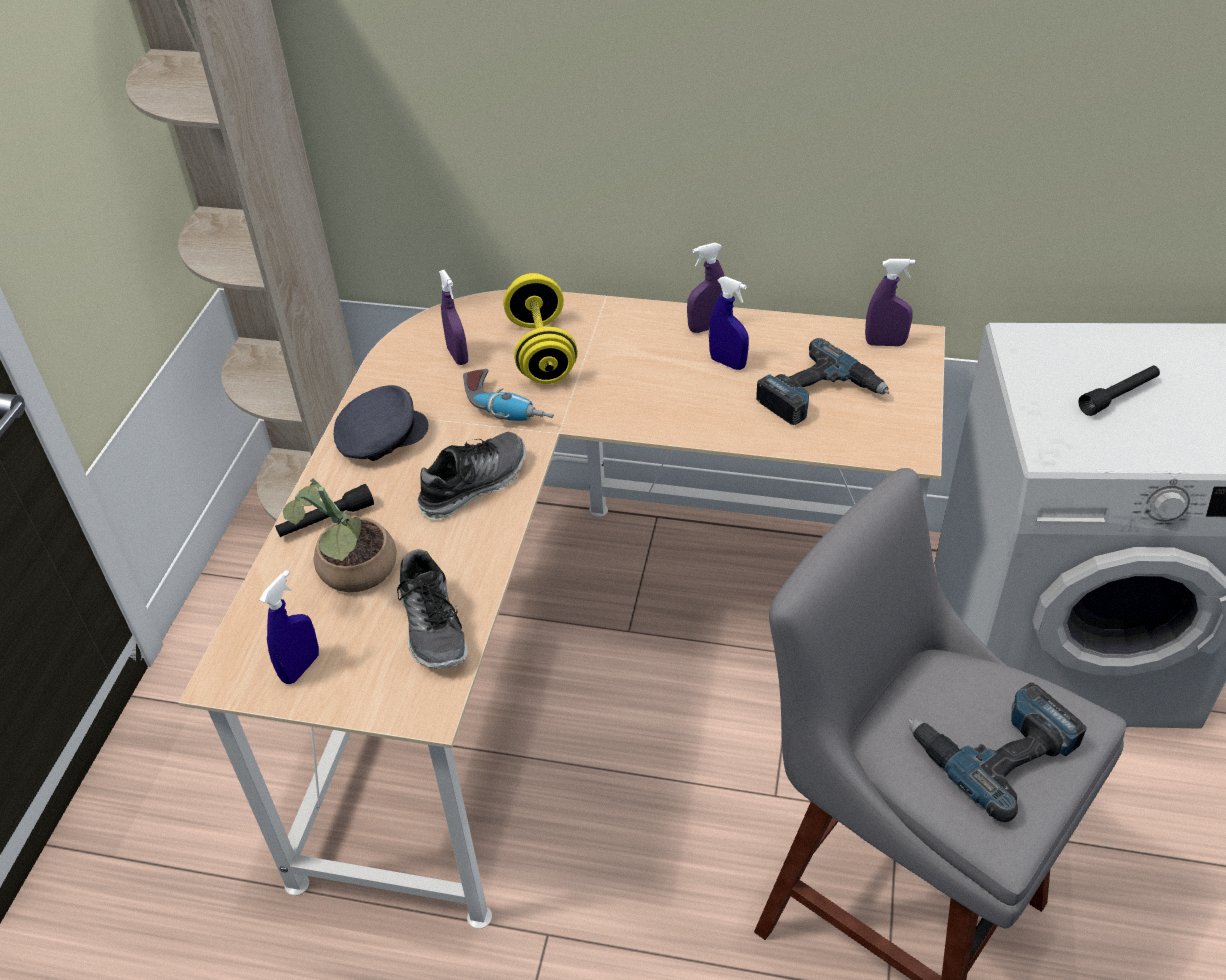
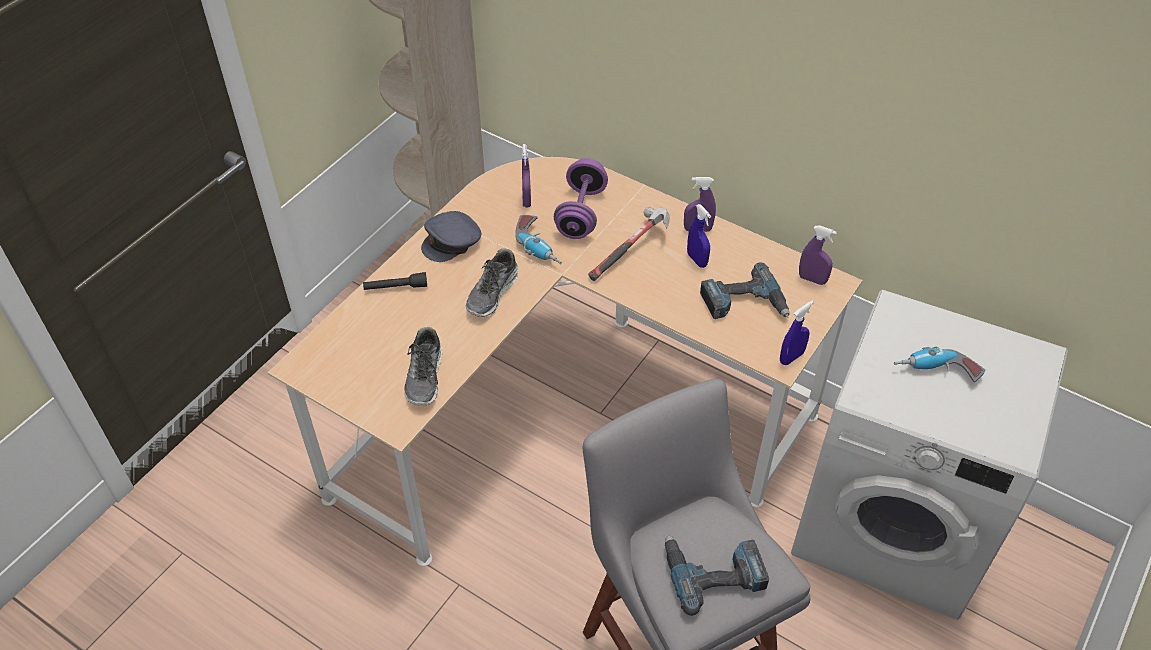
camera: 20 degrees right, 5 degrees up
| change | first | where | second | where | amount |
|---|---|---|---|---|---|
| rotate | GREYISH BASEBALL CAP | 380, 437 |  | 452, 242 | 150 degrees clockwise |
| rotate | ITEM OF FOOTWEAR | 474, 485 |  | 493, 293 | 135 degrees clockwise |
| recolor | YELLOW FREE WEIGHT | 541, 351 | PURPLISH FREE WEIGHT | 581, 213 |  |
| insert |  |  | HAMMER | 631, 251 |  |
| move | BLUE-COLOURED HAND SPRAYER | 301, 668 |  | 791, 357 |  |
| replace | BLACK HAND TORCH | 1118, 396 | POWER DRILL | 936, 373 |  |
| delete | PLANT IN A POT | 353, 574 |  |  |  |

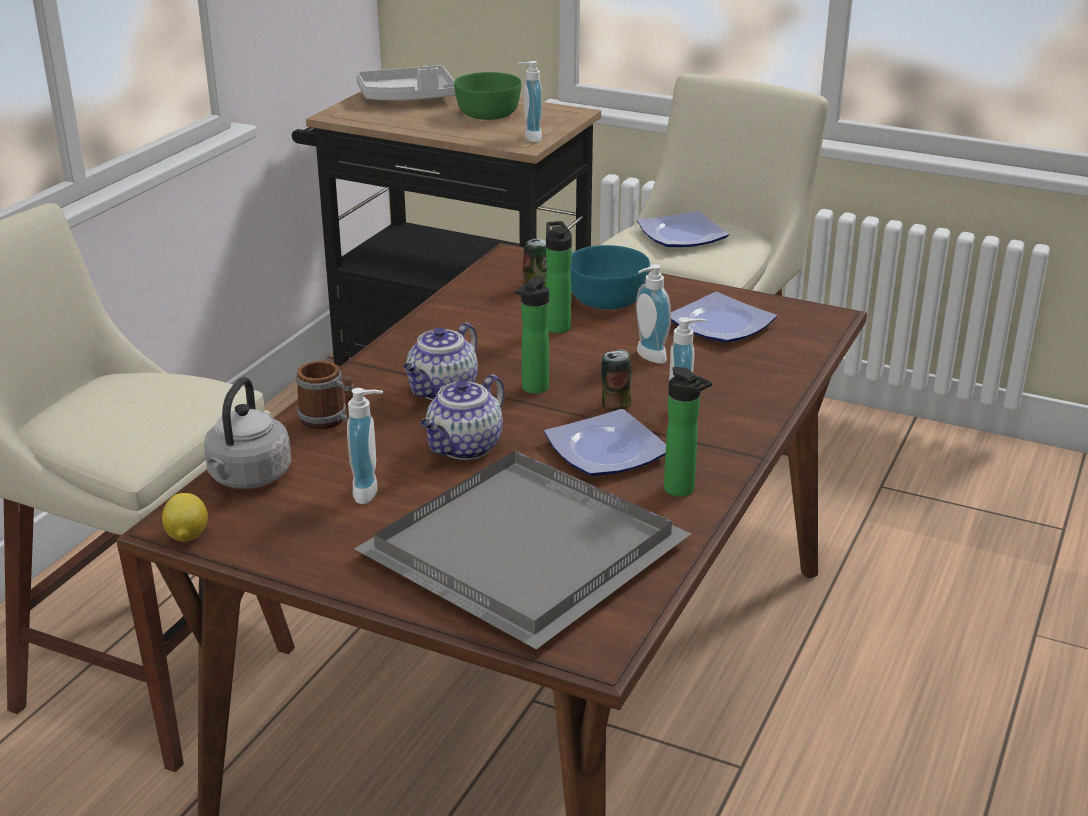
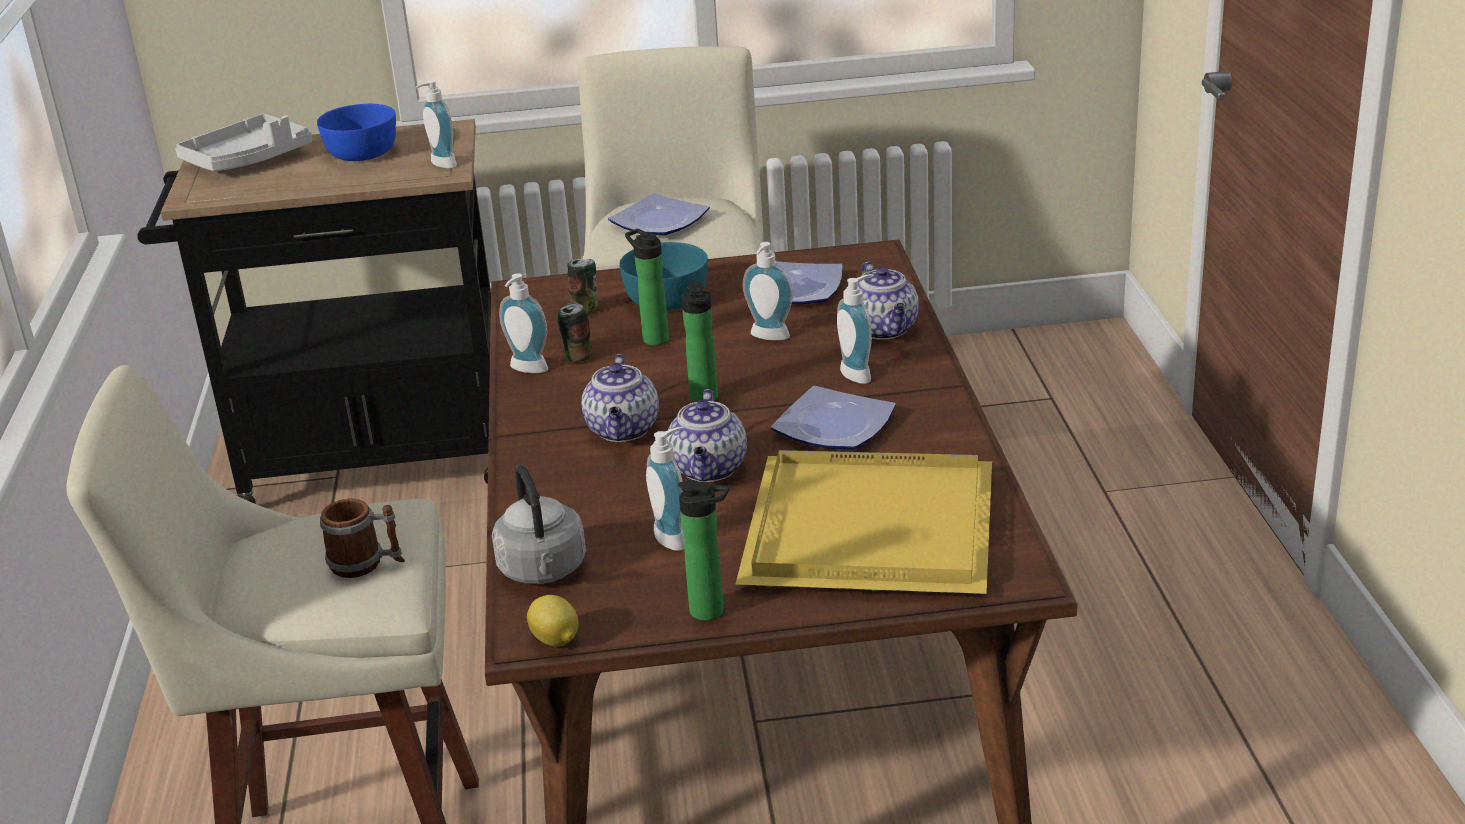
camera: 30 degrees left, 0 degrees up
| change | first | where | second | where | amount |
|---|---|---|---|---|---|
| recolor | GREENISH SERVING BOWL | 487, 114 | BLUE-COLOURED SERVING BOWL | 361, 153 |  |
| move | MUG | 330, 422 |  | 366, 564 |  |
| insert |  |  | LIQUID SOAP BOTTLE | 526, 370 |  |
| move | CAN | 616, 404 |  | 578, 356 |  |
| move | BEVERAGE BOTTLE | 682, 491 |  | 712, 611 |  |
| recolor | GREYISH TRAY | 517, 551 | YELLOW TRAY | 865, 532 |  |
| insert |  |  | TEAPOT | 885, 330 |  |

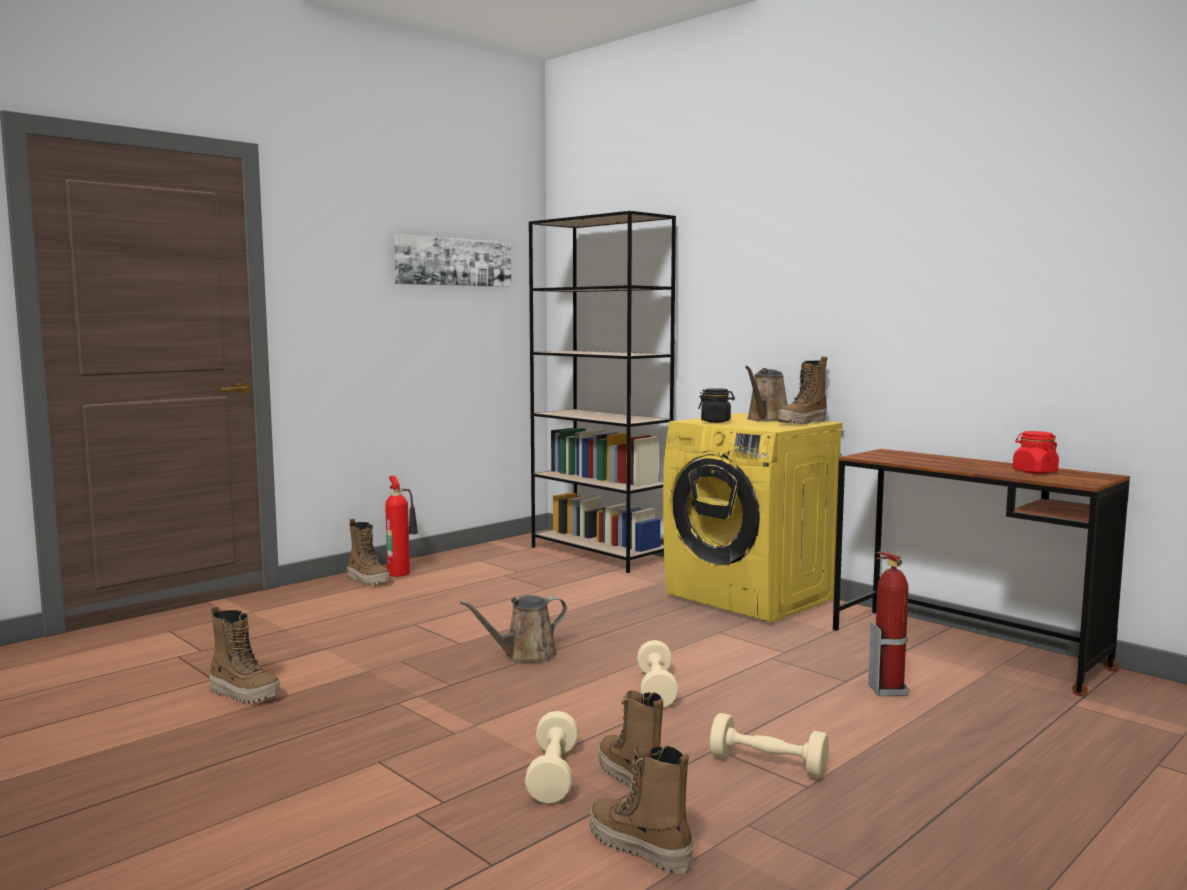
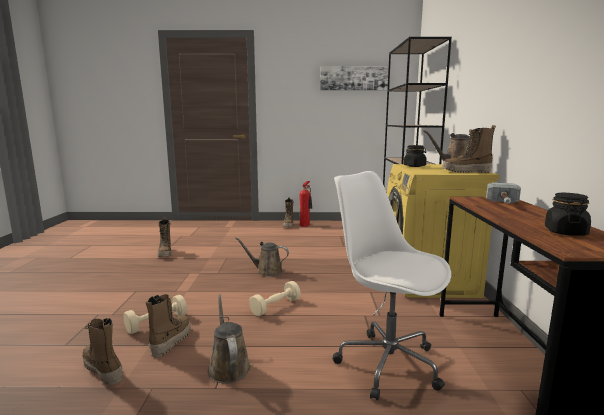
camera: 45 degrees right, 5 degrees up
| change | first | where | second | where | amount |
|---|---|---|---|---|---|
| rotate | TALL BOOT | 639, 848 |  | 103, 370 | 45 degrees counterclockwise |
| replace | SAND-COLOURED FREE WEIGHT | 768, 765 | BROWNISH SPRINKLING CAN | 228, 366 |  |
| replace | FIRE-FIGHTING CYLINDER | 888, 690 | WHITE DESK CHAIR | 386, 363 |  |
| insert |  |  | HAMMER | 503, 204 |  |
| recolor | RED PRESERVE JAR | 1034, 472 | BLACK PRESERVE JAR | 565, 232 |  |

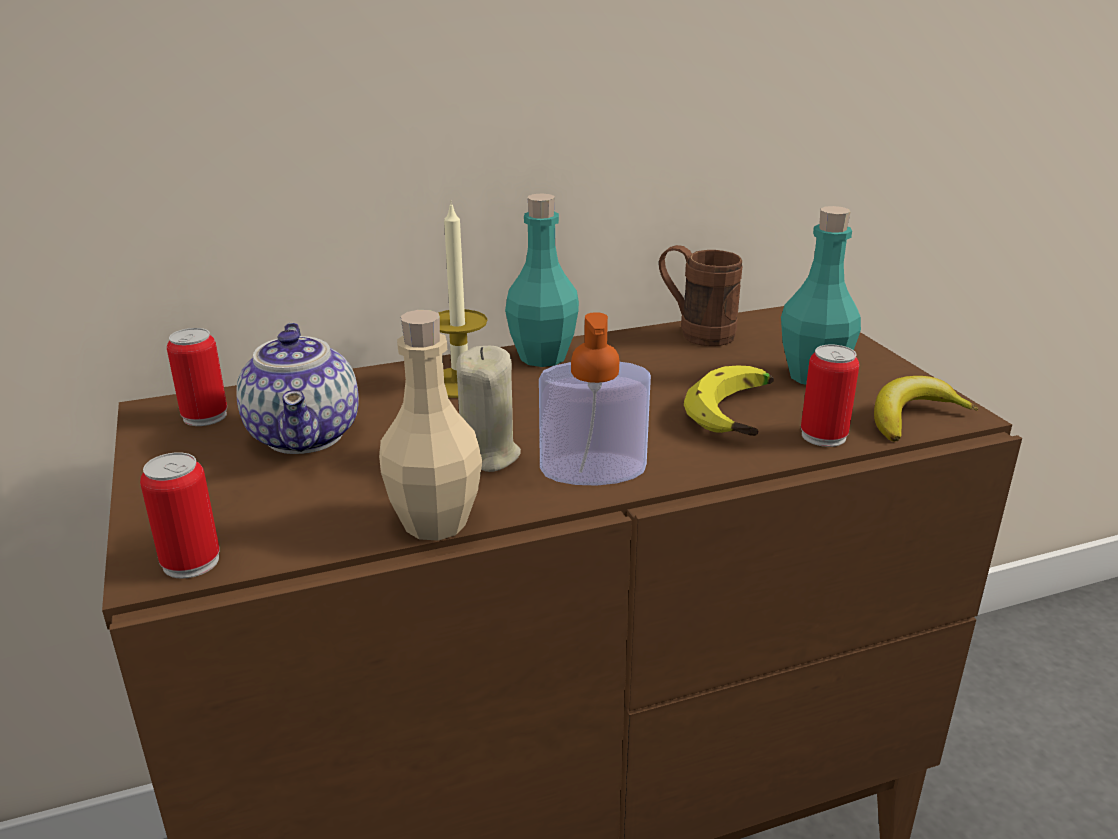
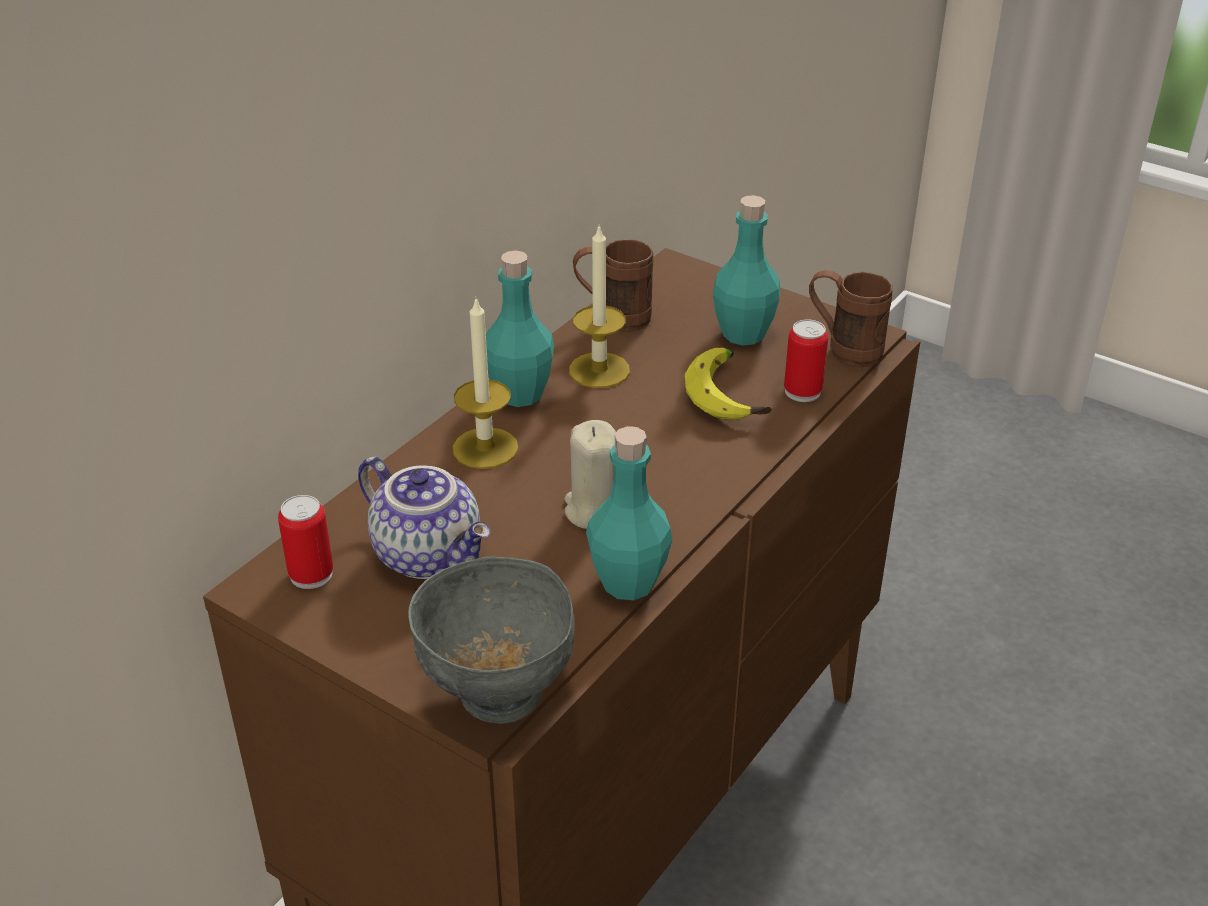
camera: 35 degrees left, 10 degrees up
| change | first | where | second | where | amount |
|---|---|---|---|---|---|
| replace | CAN | 191, 562 | GREYISH SERVING BOWL | 498, 695 |  |
| insert |  |  | CANDLE | 599, 370 |  |
| recolor | SAND-COLOURED BEVERAGE BOTTLE | 435, 523 | BLUE-GREEN BEVERAGE BOTTLE | 628, 582 |  |
| replace | WHOLE BANANA | 913, 418 | BROWNISH MUG | 843, 350 |  |
| delete | LIQUID SOAP BOTTLE | 593, 469 |  |  |  |

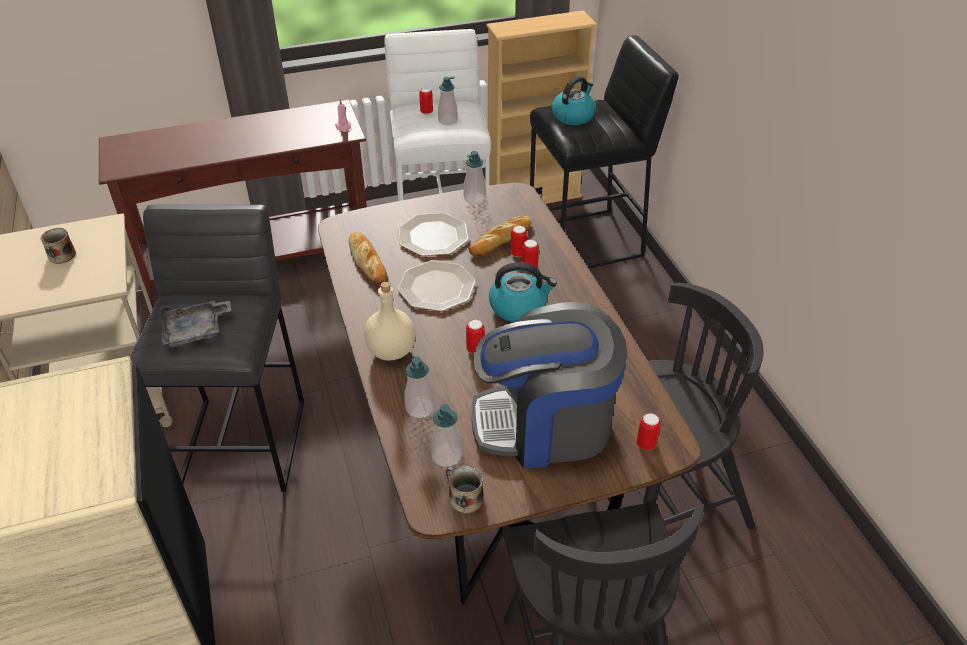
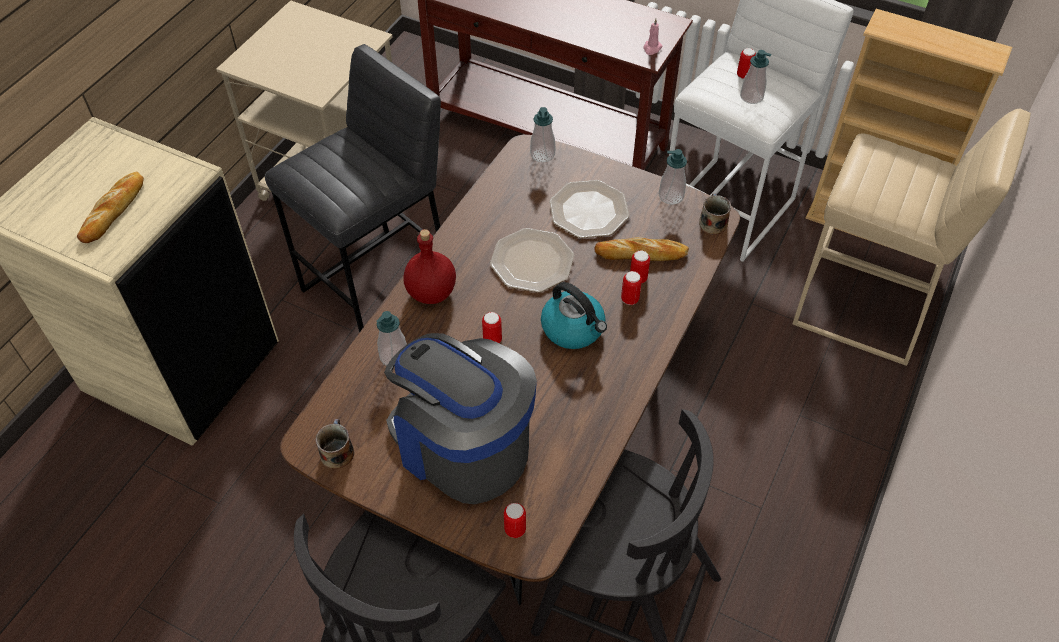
camera: 45 degrees right, 10 degrees up
| change | first | where | second | where | amount |
|---|---|---|---|---|---|
| move | BAKERY BREAD | 367, 261 |  | 114, 210 |  |
| recolor | SAND-COLOURED BEVERAGE BOTTLE | 392, 351 | RED BEVERAGE BOTTLE | 432, 293 |  |
| move | LIQUID SOAP BOTTLE | 446, 456 |  | 542, 154 |  |
| move | MUG | 61, 254 |  | 712, 222 |  |
| recolor | BLACK STOOL | 587, 241 | SAND-COLOURED STOOL | 864, 309 |  |
| delete | GREYISH TRAY | 196, 330 |  |  |  |
| delete | KETTLE | 573, 116 |  |  |  |

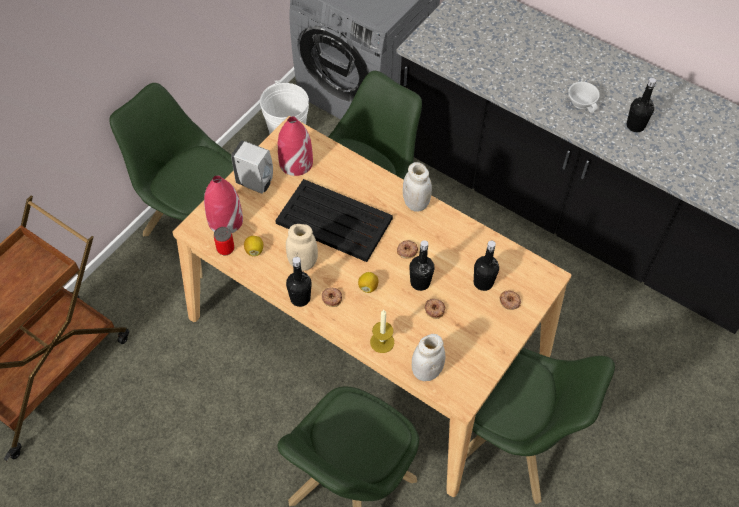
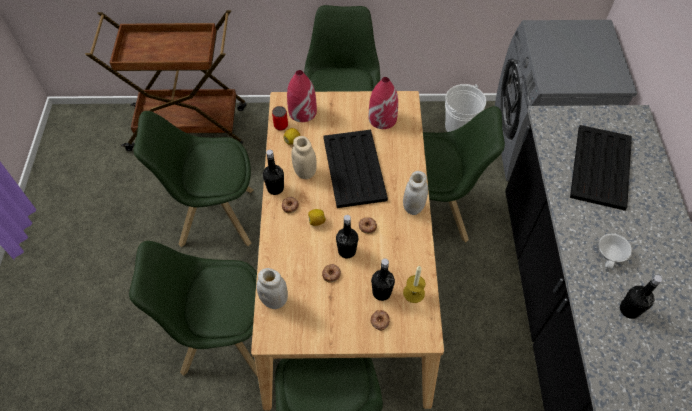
camera: 55 degrees right, 0 degrees up
| change | first | where | second | where | amount |
|---|---|---|---|---|---|
| insert |  |  | GREENISH PLAIN CHAIR | 216, 217 |  |
| move | CANDLE | 382, 342 |  | 414, 293 |  |
| insert |  |  | BLACK TRAY | 601, 166 |  |
| delete | WHITE LIQUID SOAP BOTTLE | 256, 183 |  |  |  |

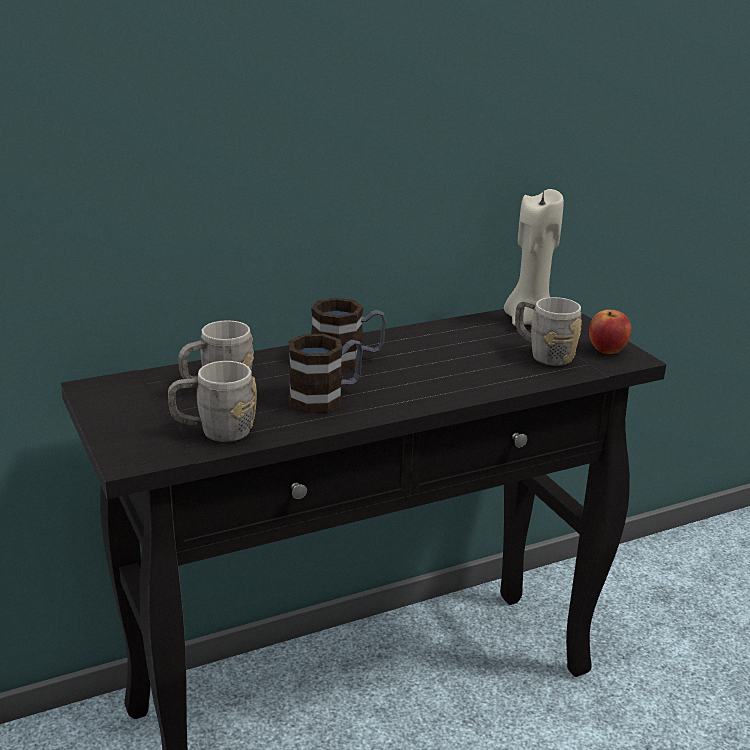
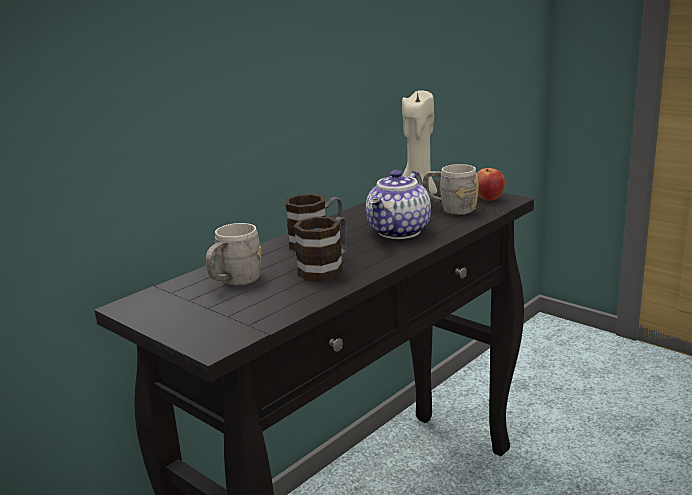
camera: 20 degrees left, 5 degrees down
| change | first | where | second | where | amount |
|---|---|---|---|---|---|
| insert |  |  | TEAPOT | 400, 232 |  |
| delete | GREYISH MUG | 214, 432 |  |  |  |

